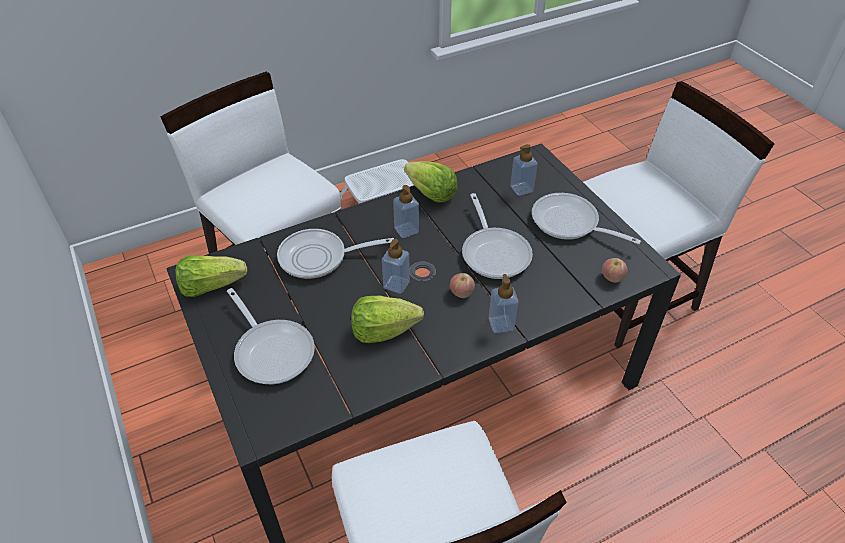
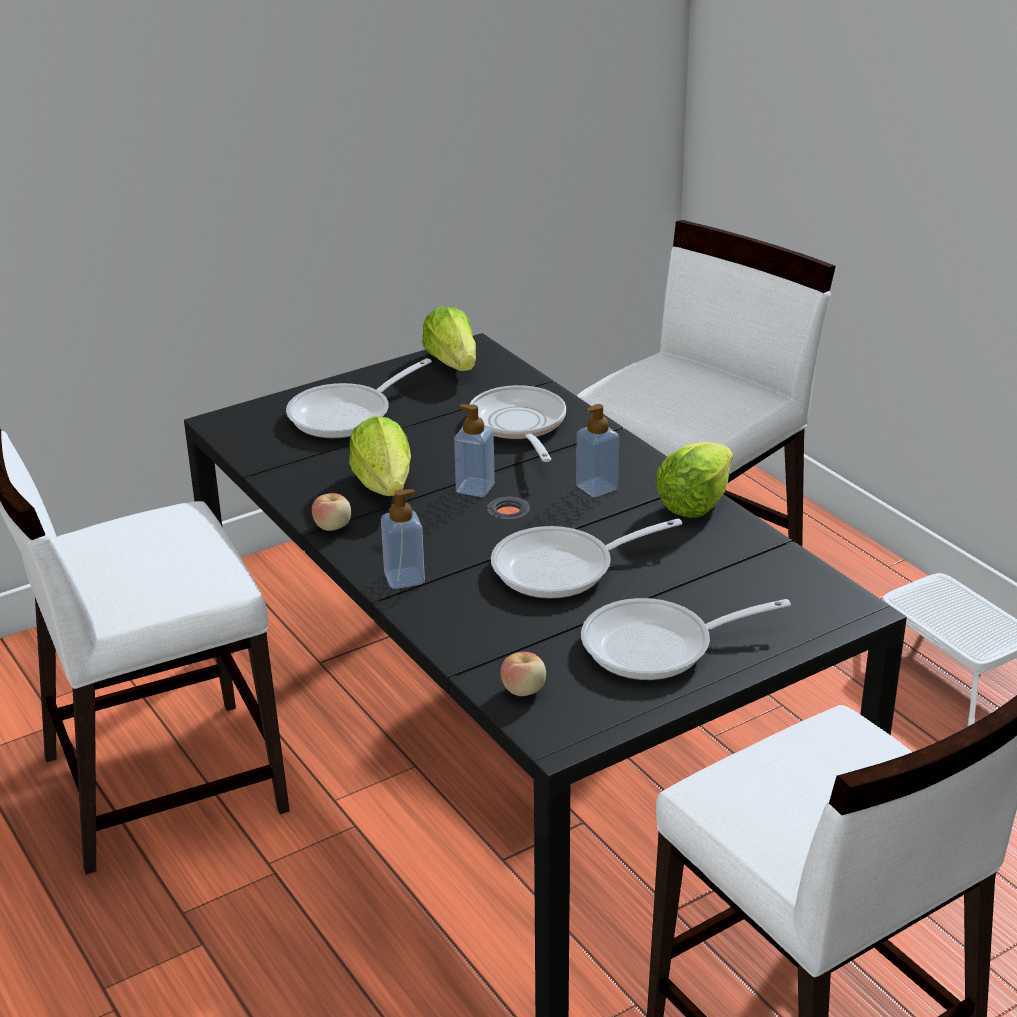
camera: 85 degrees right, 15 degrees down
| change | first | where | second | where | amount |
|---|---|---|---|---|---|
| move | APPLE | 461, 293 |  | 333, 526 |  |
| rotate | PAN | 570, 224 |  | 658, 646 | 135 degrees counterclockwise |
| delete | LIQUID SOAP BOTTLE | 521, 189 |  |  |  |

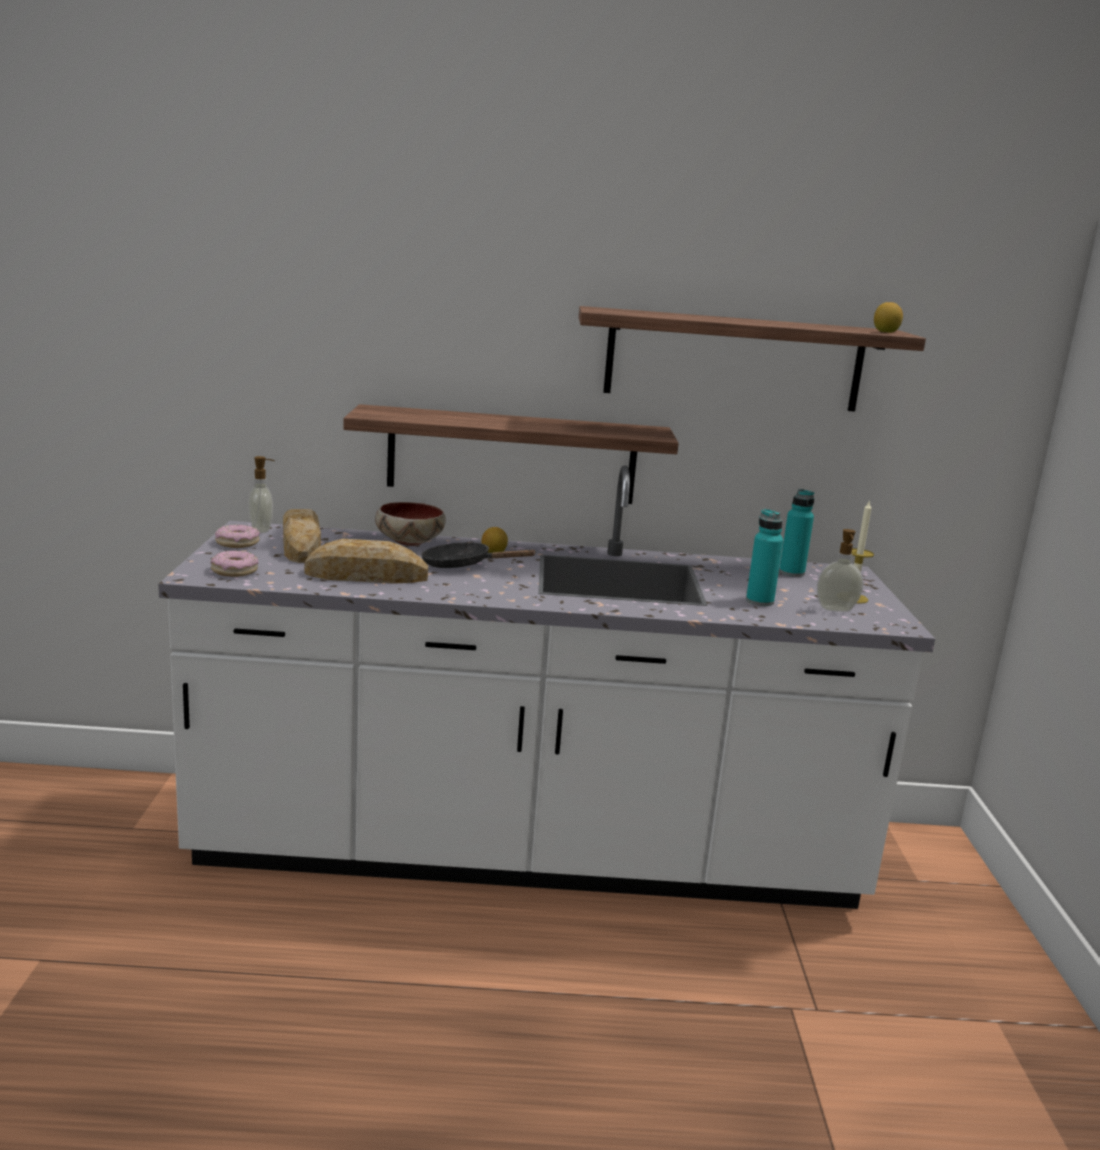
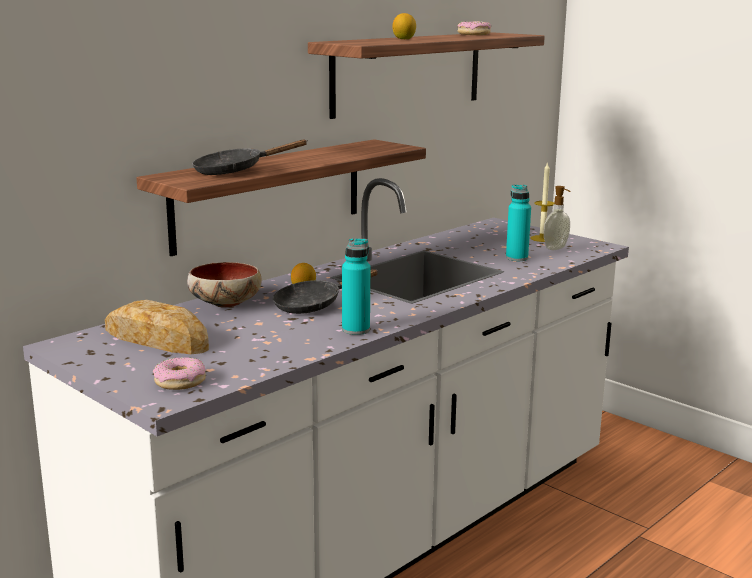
camera: 45 degrees left, 0 degrees up
| change | first | where | second | where | amount |
|---|---|---|---|---|---|
| insert |  |  | BLACK PAN | 235, 171 |  |
| move | BLUE-GREEN BEVERAGE BOTTLE | 791, 573 |  | 356, 330 |  |
| move | LEMON | 885, 332 |  | 404, 39 |  |
| move | RING DOUGHNUT | 237, 543 |  | 474, 34 |  |
| delete | LIQUID SOAP BOTTLE | 262, 530 |  |  |  |
| delete | BAKERY BREAD | 366, 575 |  |  |  |

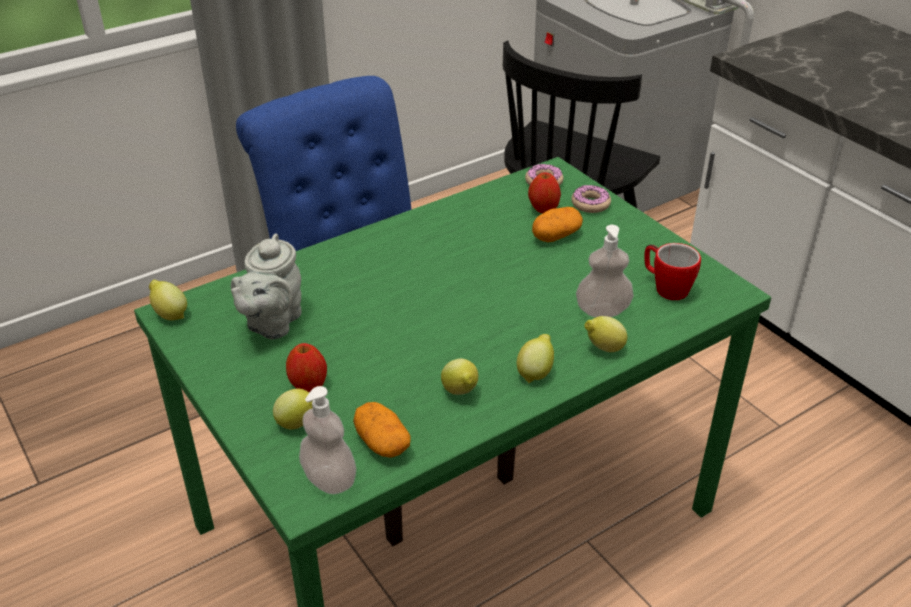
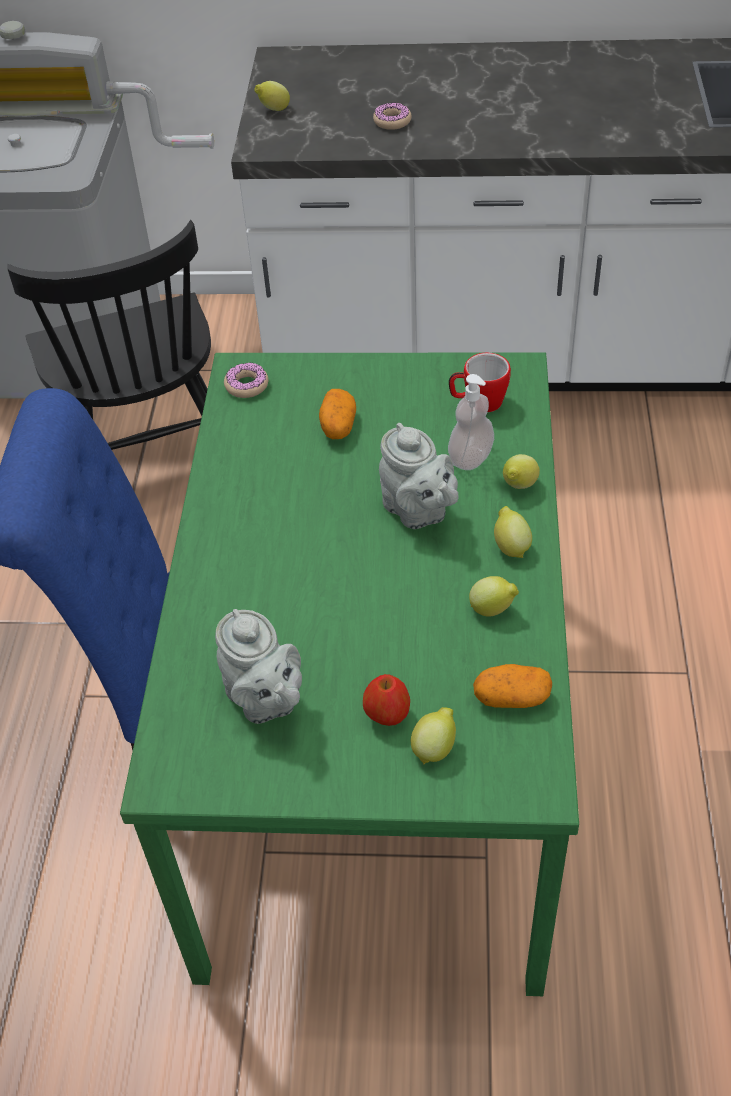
camera: 50 degrees left, 10 degrees up
| change | first | where | second | where | amount |
|---|---|---|---|---|---|
| move | LEMON | 170, 314 |  | 273, 110 |  |
| move | RING DOUGHNUT | 590, 204 |  | 392, 121 |  |
| insert |  |  | GREYISH TEAPOT | 418, 512 |  |
| delete | LIQUID SOAP BOTTLE | 329, 479 |  |  |  |
| delete | APPLE | 543, 209 |  |  |  |

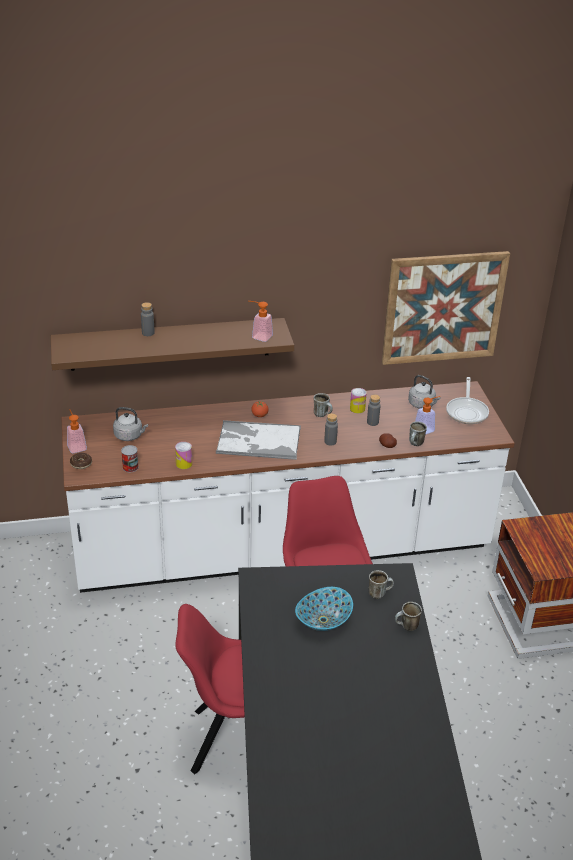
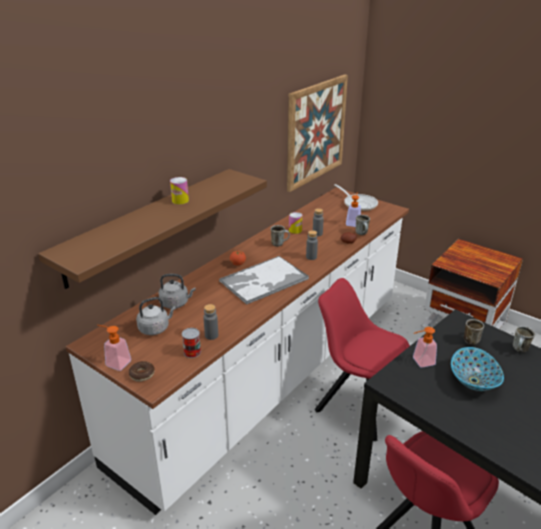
camera: 40 degrees left, 5 degrees down
| change | first | where | second | where | amount |
|---|---|---|---|---|---|
| move | GREYISH KETTLE | 422, 404 |  | 176, 303 |  |
| move | CAN | 184, 464 |  | 180, 200 |  |
| move | GREYISH BEVERAGE BOTTLE | 148, 333 |  | 211, 335 |  |
| move | LIQUID SOAP BOTTLE | 259, 336 |  | 420, 362 |  |

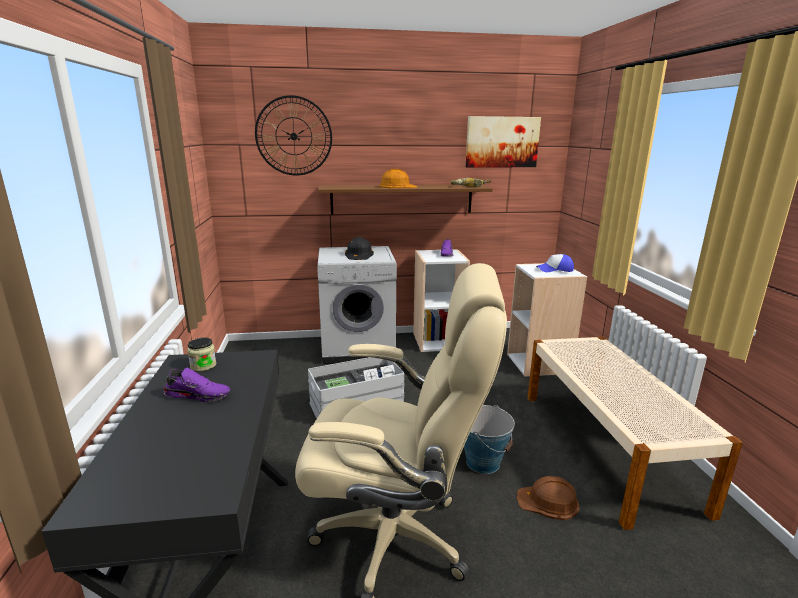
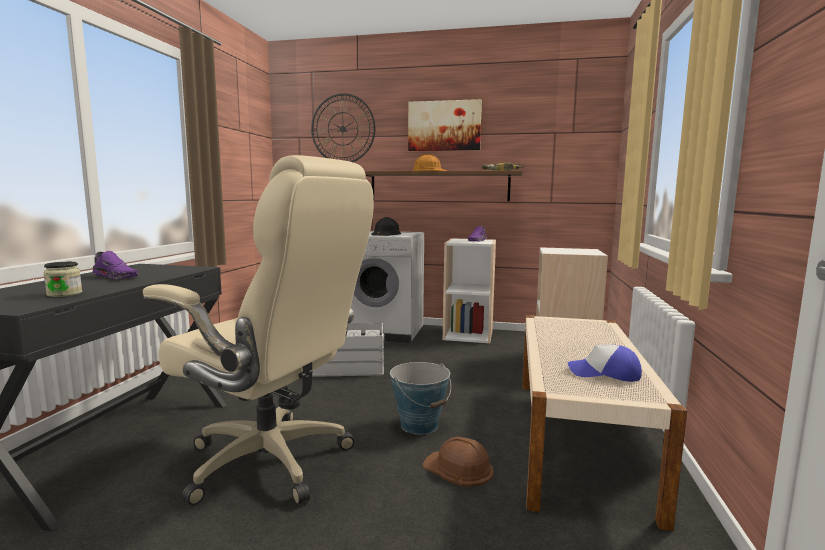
camera: 20 degrees right, 10 degrees down
| change | first | where | second | where | amount |
|---|---|---|---|---|---|
| move | PRESERVE JAR | 203, 366 |  | 64, 294 |  |
| move | WALL PICTURE | 502, 142 |  | 444, 126 |  |
| move | BASEBALL CAP | 555, 269 |  | 604, 373 |  |

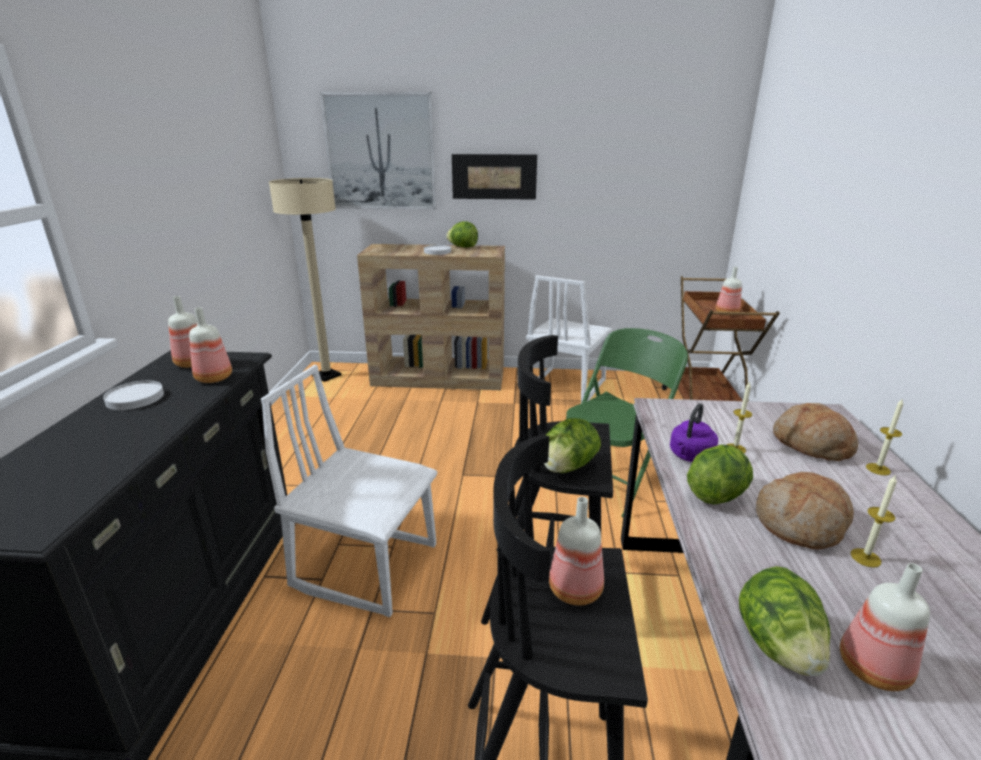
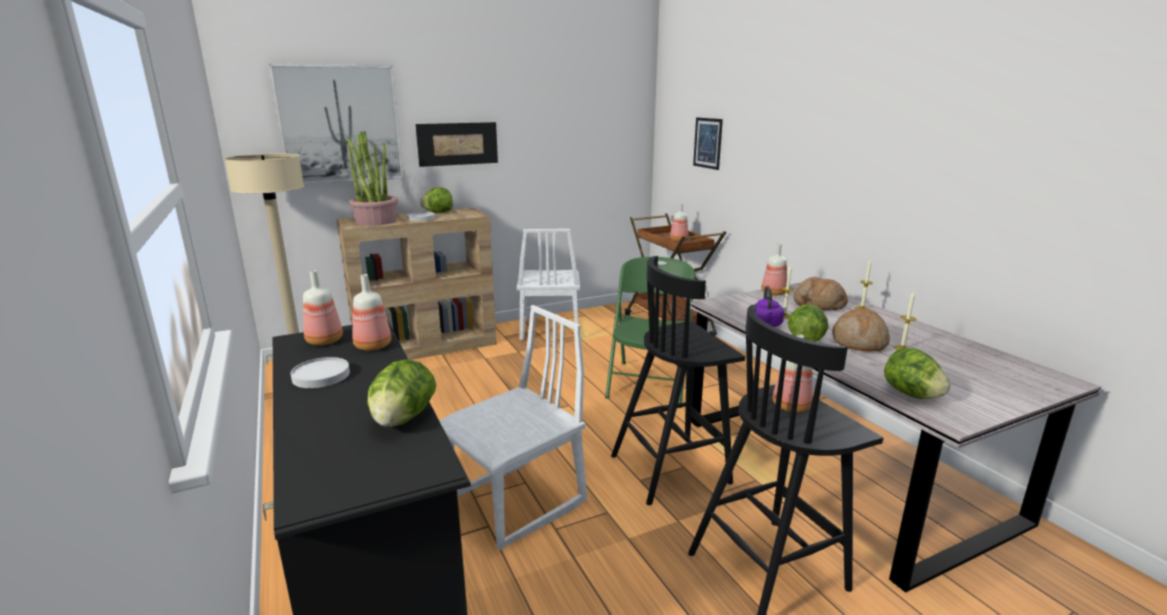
camera: 30 degrees left, 5 degrees down
| change | first | where | second | where | amount |
|---|---|---|---|---|---|
| insert |  |  | PLANT IN A POT | 376, 221 |  |
| move | LETTUCE HEAD | 567, 467 |  | 403, 419 |  |
| rotate | WHITE PLAIN CHAIR | 366, 565 |  | 517, 502 | 150 degrees clockwise |
| insert |  |  | WALL PICTURE | 707, 143 |  |
| move | BEVERAGE BOTTLE | 871, 666 |  | 772, 293 |  |

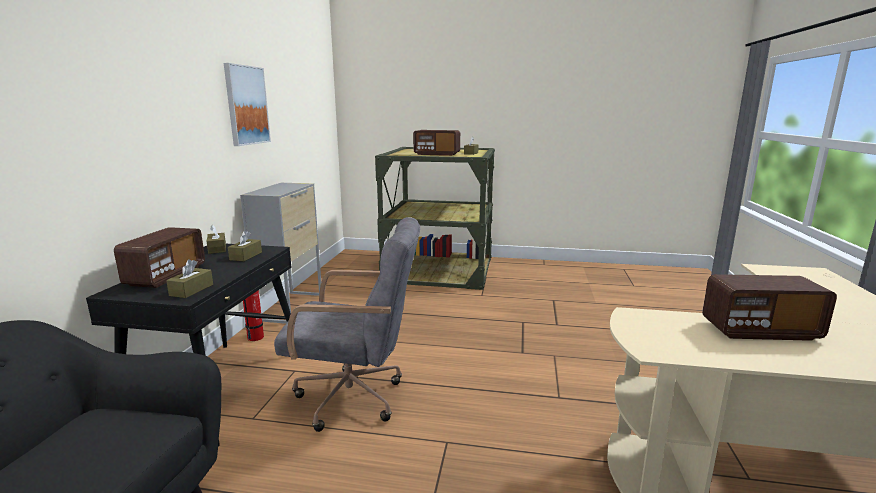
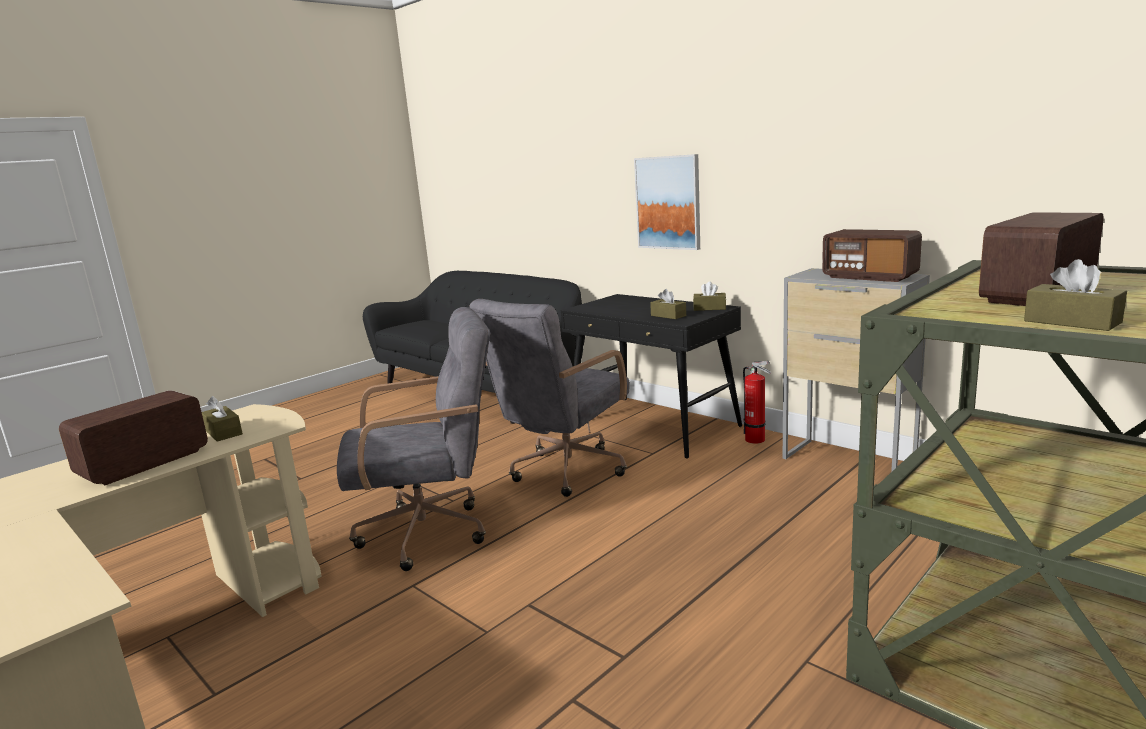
camera: 125 degrees right, 0 degrees up
| change | first | where | second | where | amount |
|---|---|---|---|---|---|
| move | BROWNISH TISSUE HOLDER | 191, 290 |  | 223, 432 |  |
| insert |  |  | GREYISH DESK CHAIR | 432, 533 |  |
| move | WALL PICTURE | 246, 105 |  | 668, 202 |  |
| move | RADIO SET | 166, 276 |  | 869, 277 |  |

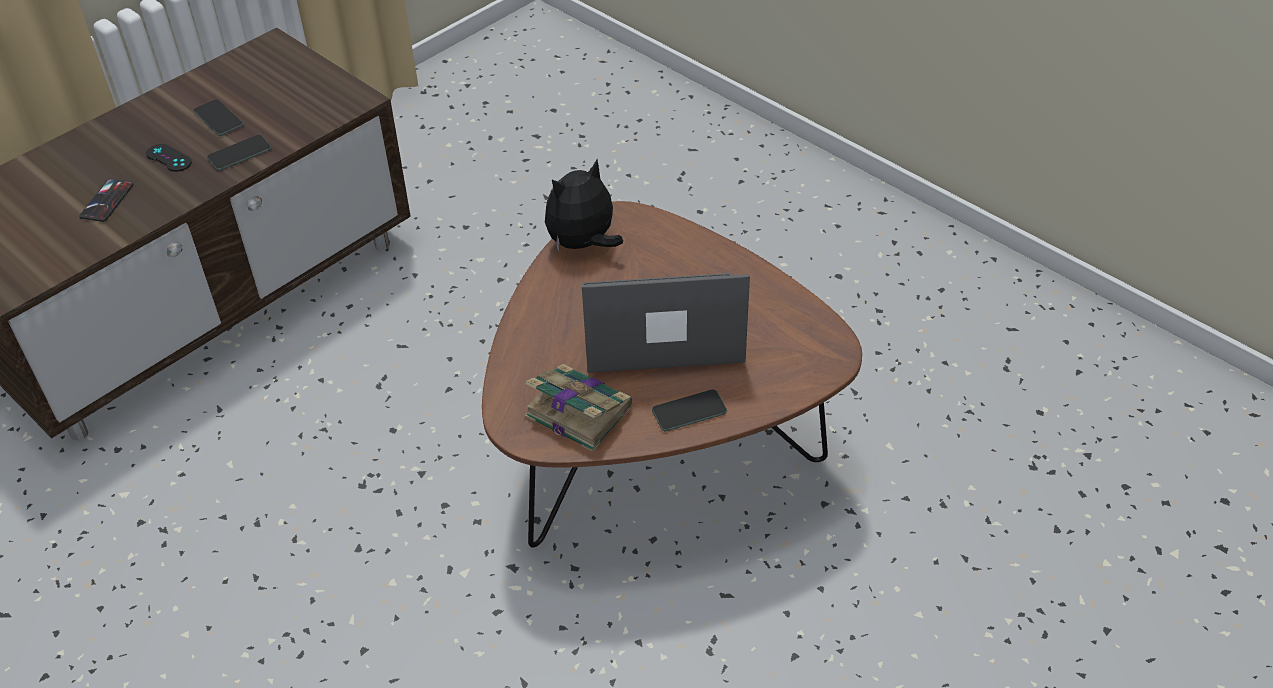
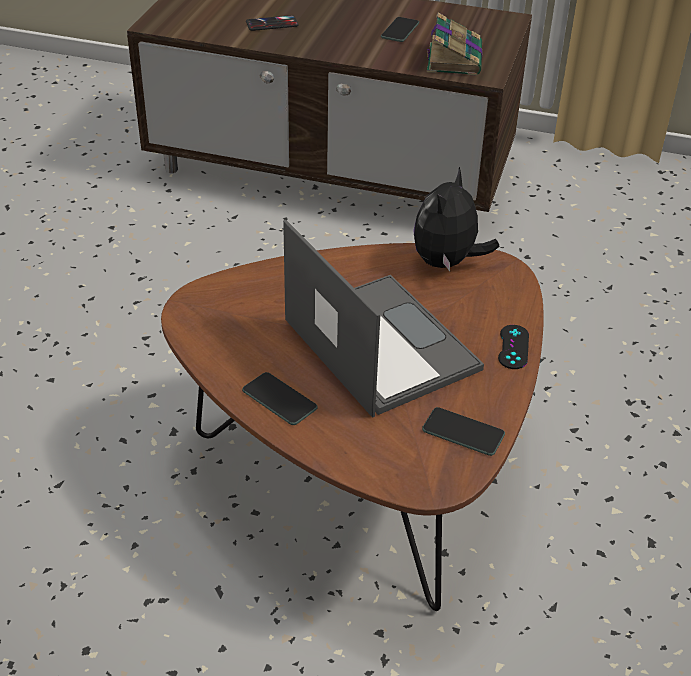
camera: 60 degrees right, 5 degrees down
| change | first | where | second | where | amount |
|---|---|---|---|---|---|
| rotate | CUDDLY TOY | 583, 244 |  | 447, 262 | 90 degrees counterclockwise |
| move | HANDSET | 239, 153 |  | 463, 432 |  |
| move | VOLUME | 576, 411 |  | 454, 59 |  |
| move | BLACK GAME CONTROLLER | 169, 158 |  | 513, 347 |  |

